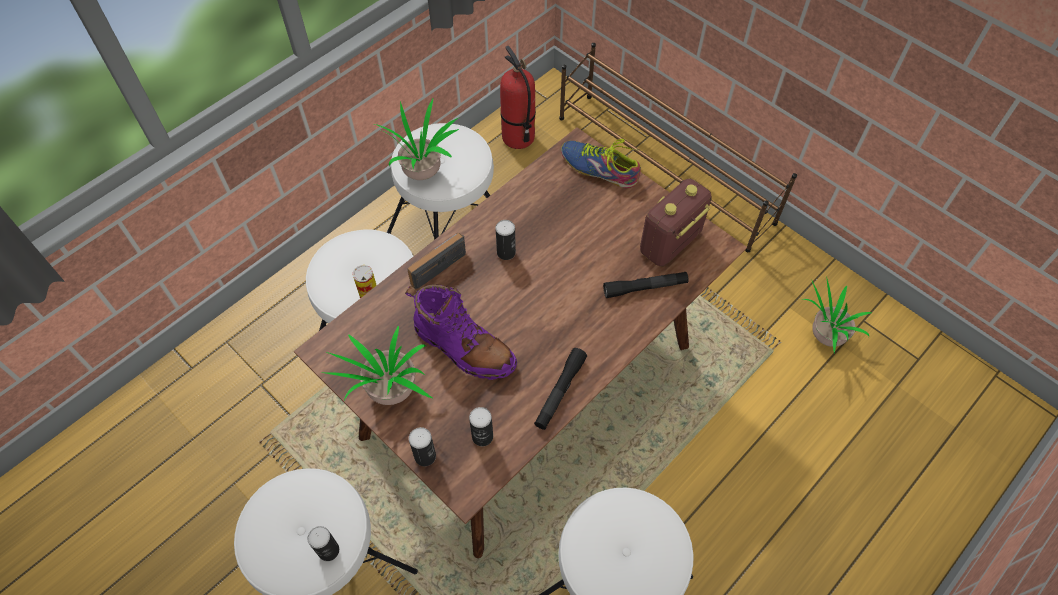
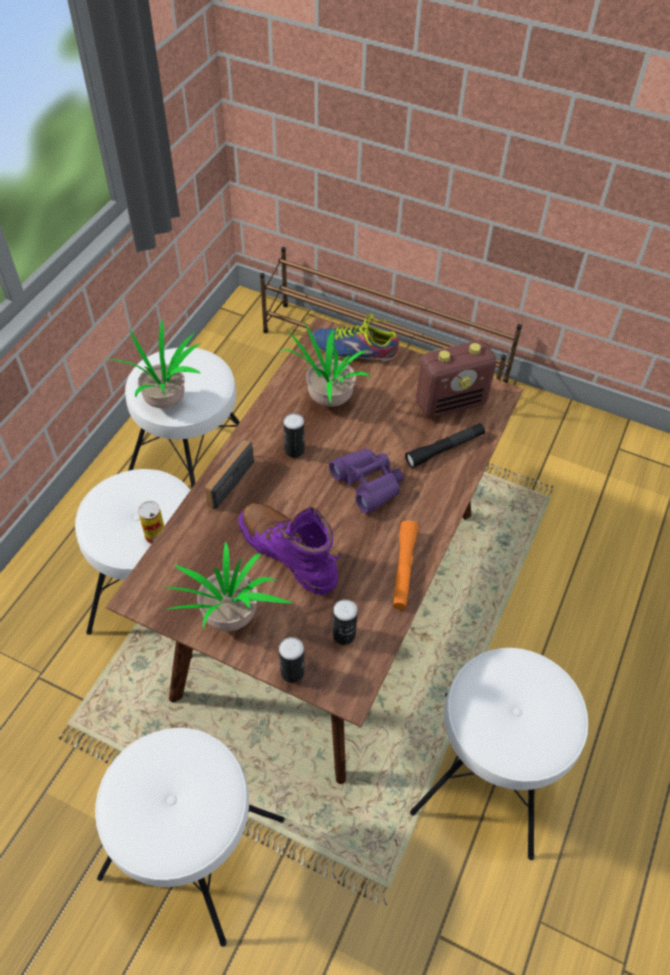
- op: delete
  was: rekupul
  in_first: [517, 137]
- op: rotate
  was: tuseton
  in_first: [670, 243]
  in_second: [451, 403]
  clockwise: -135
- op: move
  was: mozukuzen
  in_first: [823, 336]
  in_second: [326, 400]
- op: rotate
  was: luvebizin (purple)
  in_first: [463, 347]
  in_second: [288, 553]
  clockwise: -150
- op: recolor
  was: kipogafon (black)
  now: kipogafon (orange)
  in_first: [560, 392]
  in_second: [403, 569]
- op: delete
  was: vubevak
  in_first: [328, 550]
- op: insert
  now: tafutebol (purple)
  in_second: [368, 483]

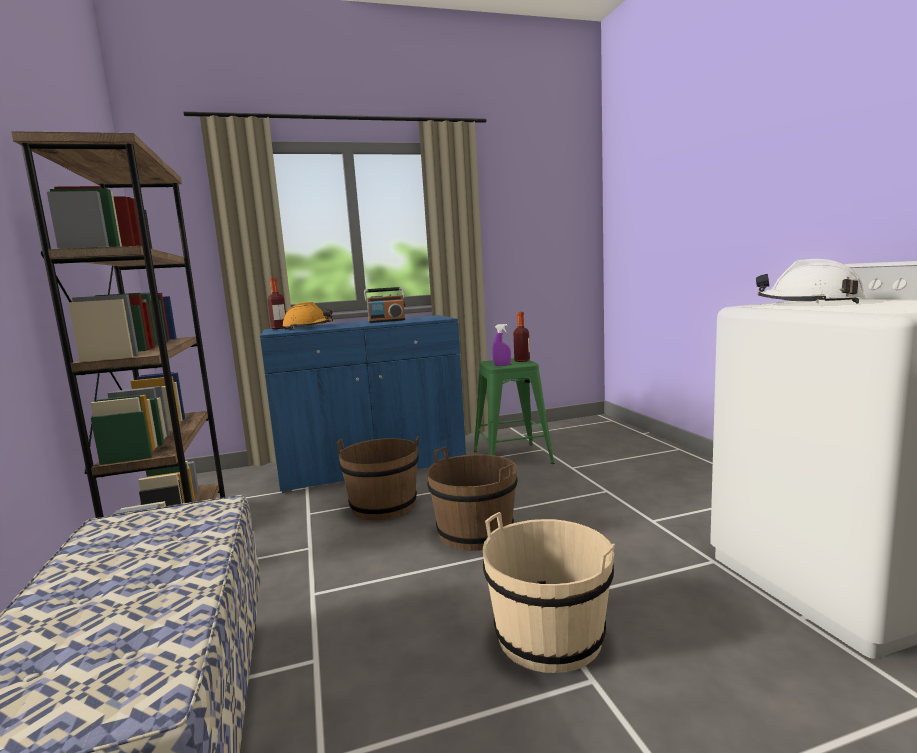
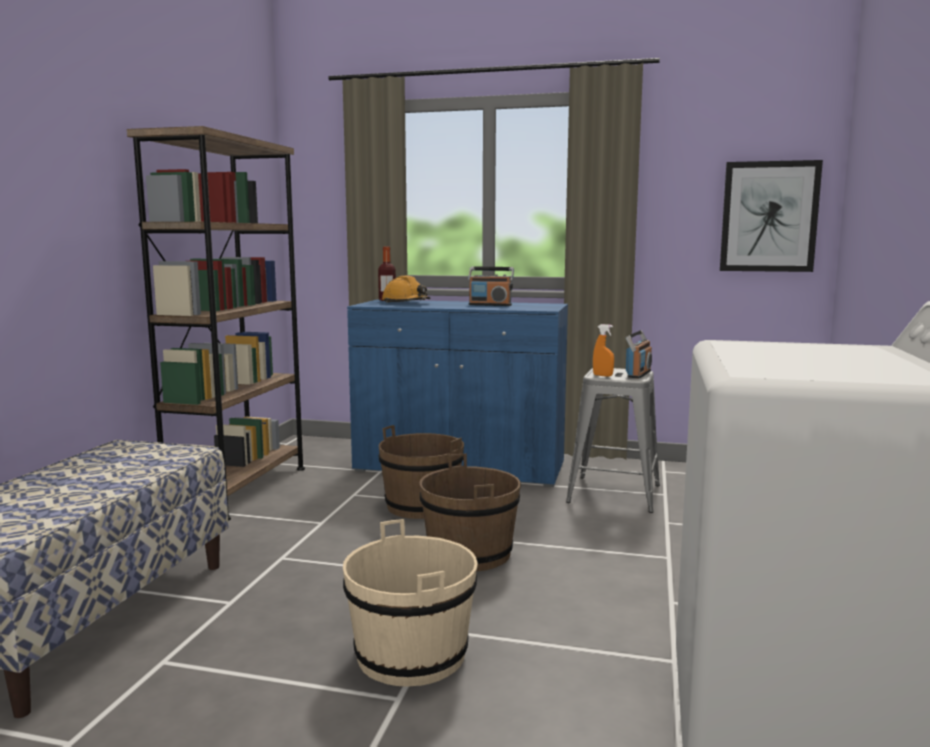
- op: delete
  was: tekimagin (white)
  in_first: [808, 303]
- op: replace
  was: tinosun
  now: tuseton
  in_first: [522, 361]
  in_second: [638, 374]
- op: recolor
  was: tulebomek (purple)
  now: tulebomek (orange)
  in_first: [502, 365]
  in_second: [602, 375]
- op: recolor
  was: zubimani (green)
  now: zubimani (grey)
  in_first: [512, 457]
  in_second: [614, 494]
- op: insert
  now: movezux
  in_second: [769, 217]

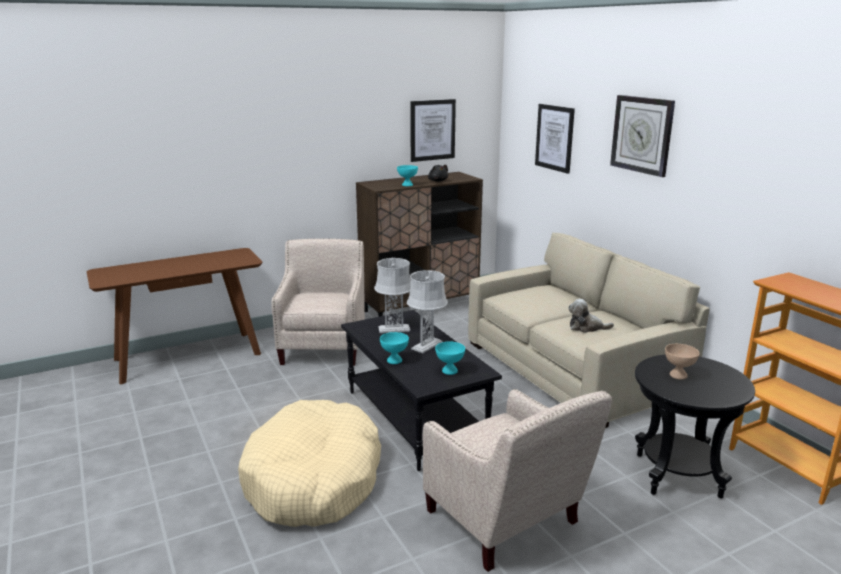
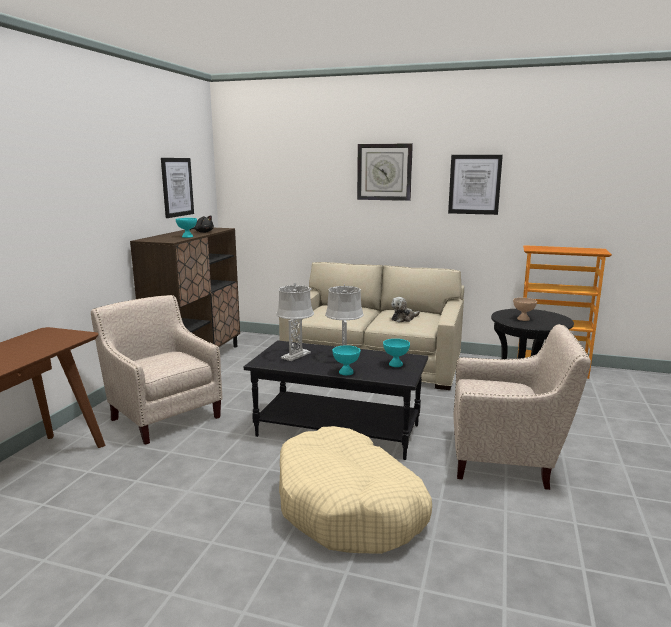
- op: move
  was: movezux
  in_first: [554, 138]
  in_second: [474, 184]

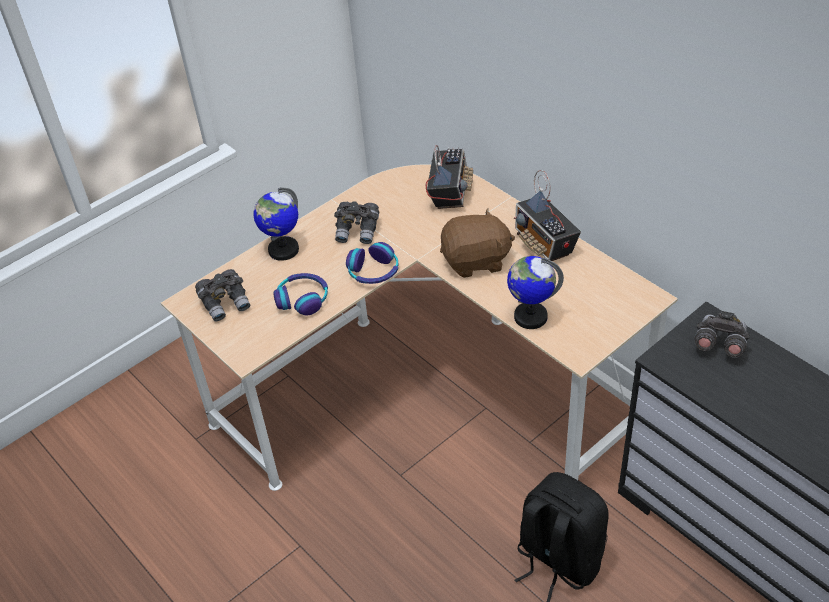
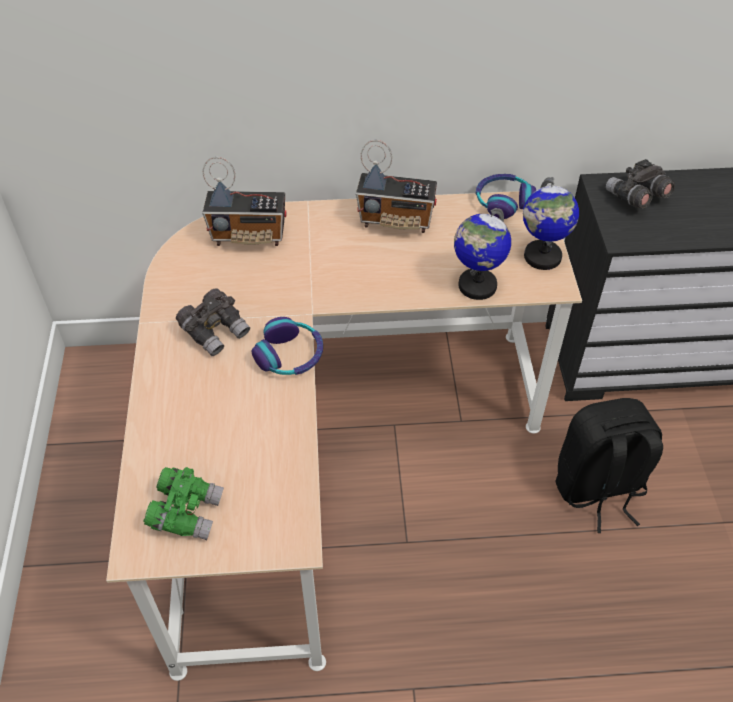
- op: rotate
  was: tuseton
  in_first: [449, 193]
  in_second: [249, 235]
  clockwise: 135
- op: move
  was: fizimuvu
  in_first: [283, 250]
  in_second: [542, 257]
- op: delete
  was: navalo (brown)
  in_first: [476, 261]
- op: recolor
  was: tafutebol (grey)
  now: tafutebol (green)
  in_first: [226, 303]
  in_second: [187, 512]
- op: move
  was: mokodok
  in_first: [303, 299]
  in_second: [503, 201]

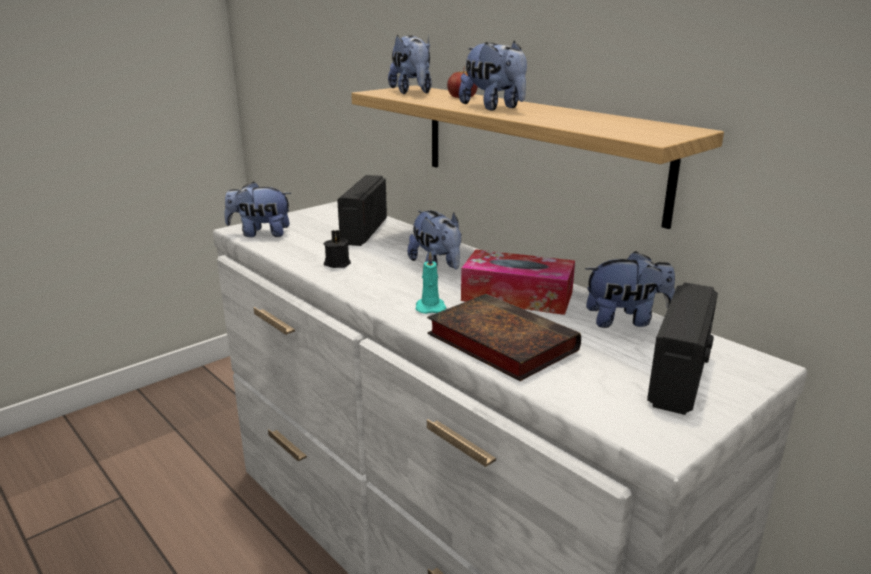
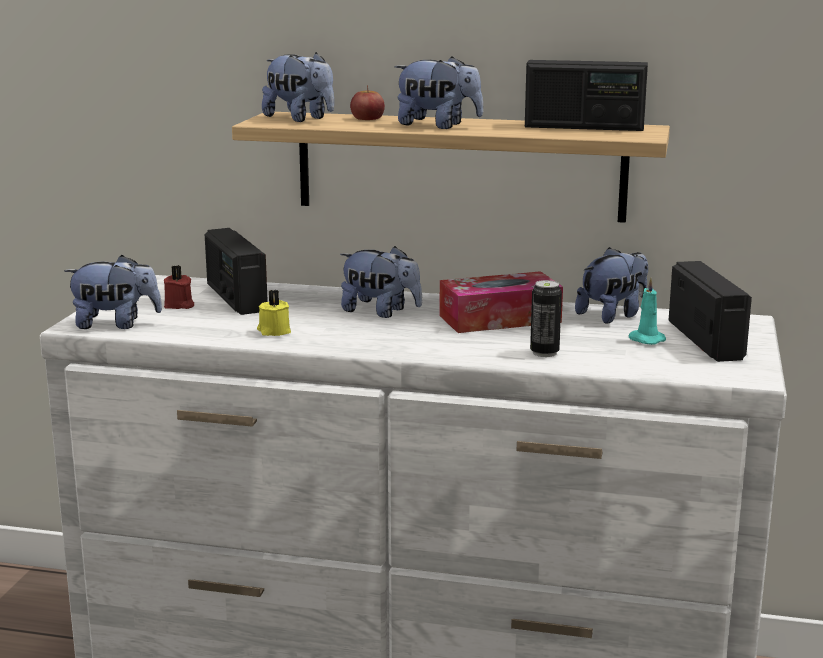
- op: rotate
  was: navalo
  in_first: [260, 233]
  in_second: [116, 324]
  clockwise: -150
- op: recolor
  was: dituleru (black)
  now: dituleru (yellow)
  in_first: [337, 263]
  in_second: [273, 331]
- op: move
  was: dituleru (turquoise)
  in_first: [430, 307]
  in_second: [645, 339]
- op: replace
  was: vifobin
  now: vubevak
  in_first: [497, 342]
  in_second: [544, 353]
- op: insert
  now: tuseton
  in_second: [584, 127]
- op: insert
  now: dituleru (red)
  in_second: [179, 305]

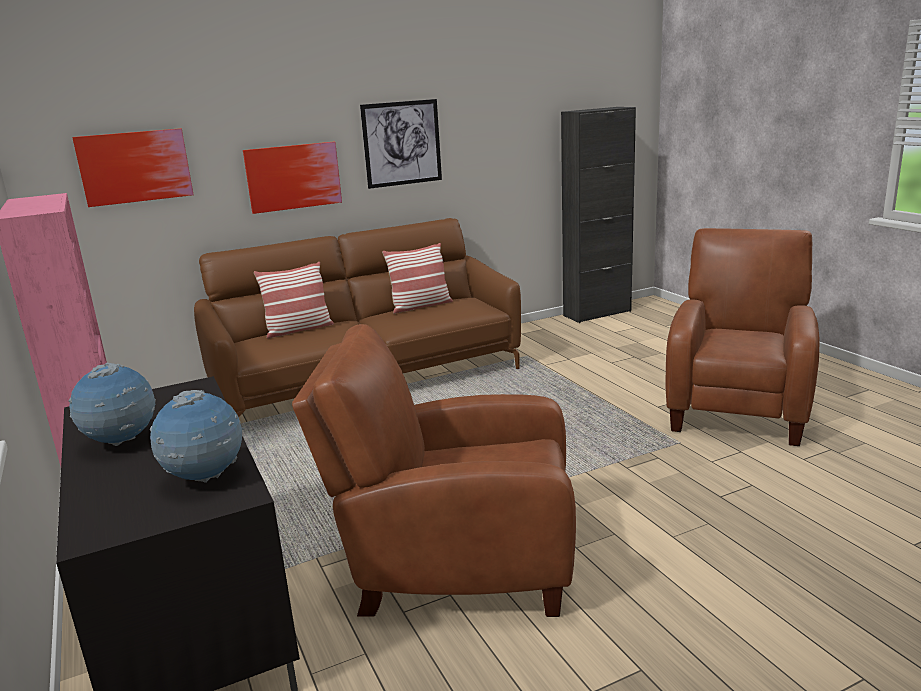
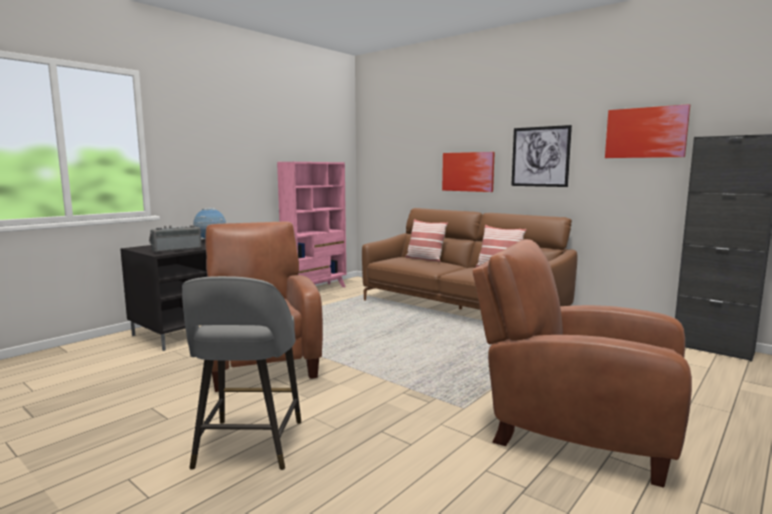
- op: move
  was: movezux
  in_first: [135, 167]
  in_second: [645, 132]
- op: rotate
  was: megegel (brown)
  in_first: [738, 407]
  in_second: [573, 430]
  clockwise: -150
- op: replace
  was: fizimuvu
  now: tuseton
  in_first: [205, 478]
  in_second: [176, 249]
- op: insert
  now: zubimani (grey)
  in_second: [248, 446]

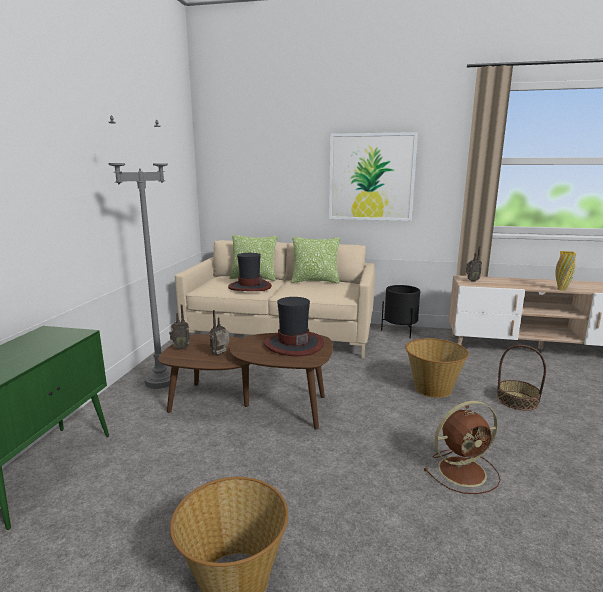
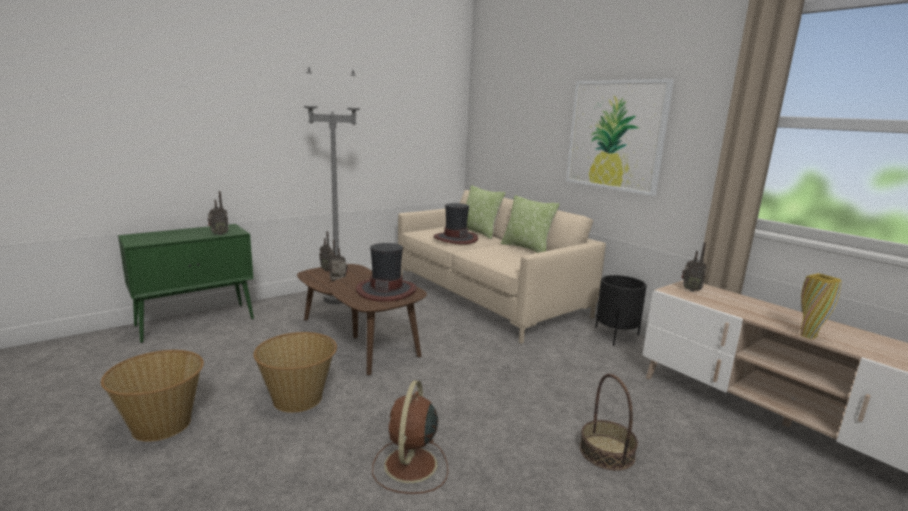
- op: move
  was: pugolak
  in_first: [432, 388]
  in_second: [298, 398]
- op: rotate
  was: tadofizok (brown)
  in_first: [463, 471]
  in_second: [410, 466]
  clockwise: 75
- op: insert
  now: tuseton
  in_second: [218, 234]

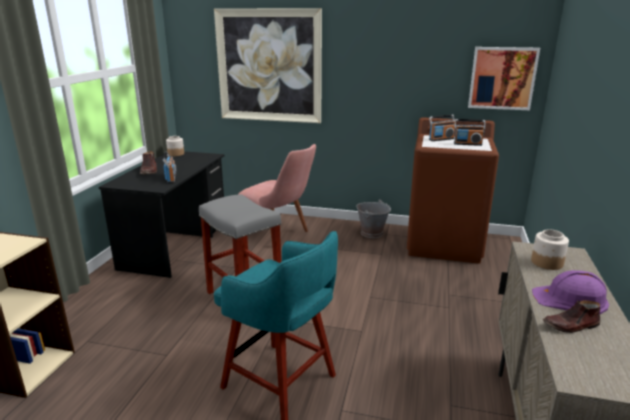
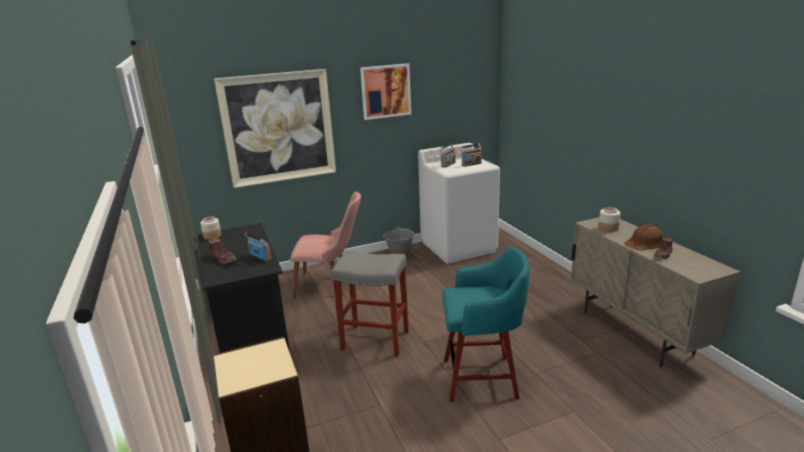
- op: move
  was: movezux
  in_first: [502, 78]
  in_second: [385, 91]
- op: recolor
  was: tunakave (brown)
  now: tunakave (white)
  in_first: [444, 244]
  in_second: [459, 247]
- op: recolor
  was: tekimagin (purple)
  now: tekimagin (brown)
  in_first: [570, 299]
  in_second: [644, 242]

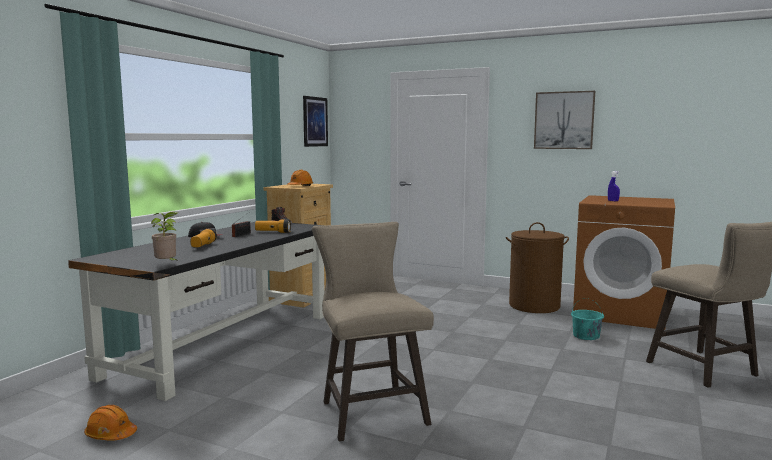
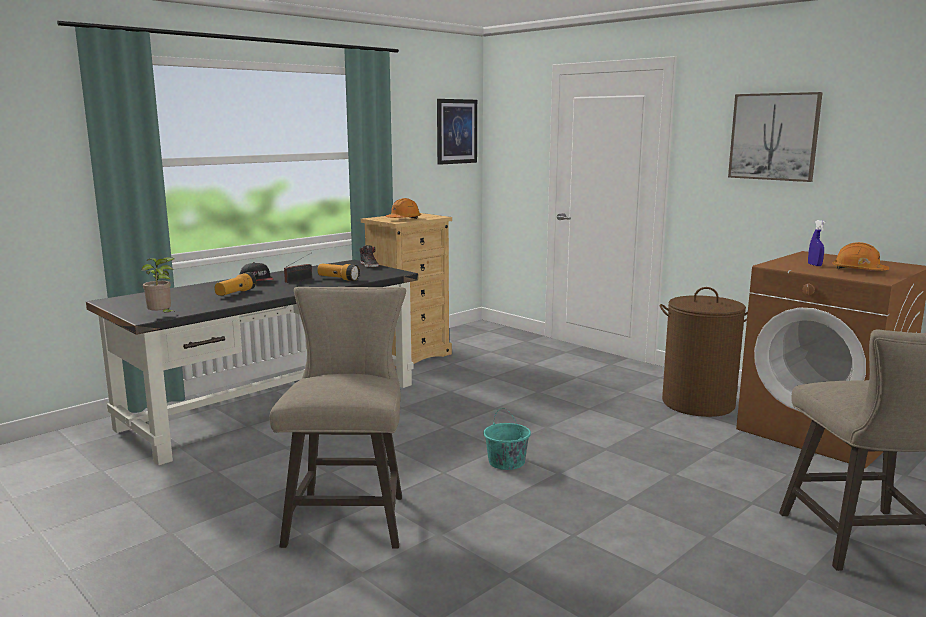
- op: move
  was: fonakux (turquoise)
  in_first: [586, 336]
  in_second: [506, 462]
- op: move
  was: tekimagin (orange)
  in_first: [110, 434]
  in_second: [858, 271]

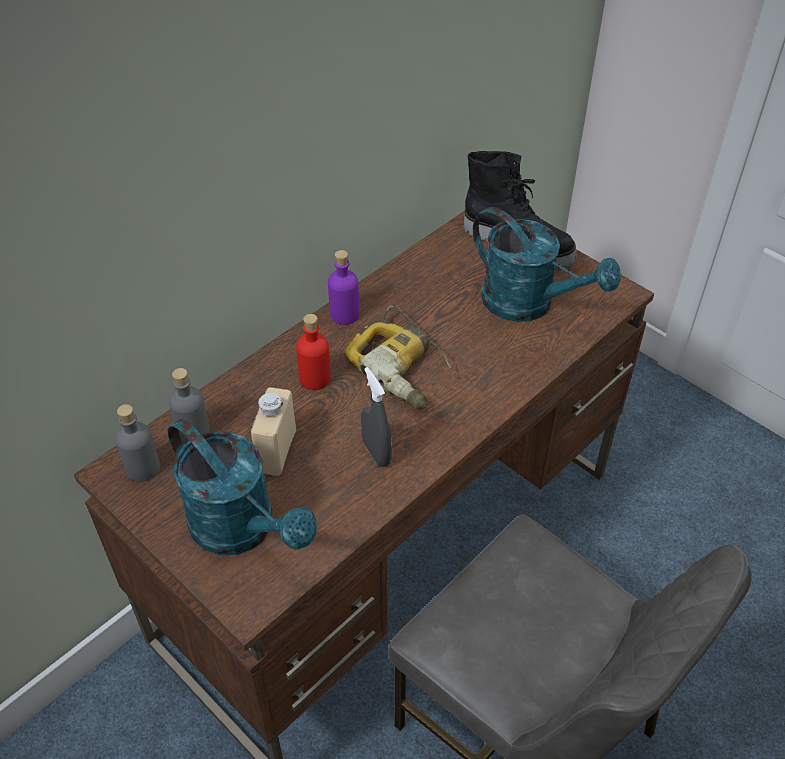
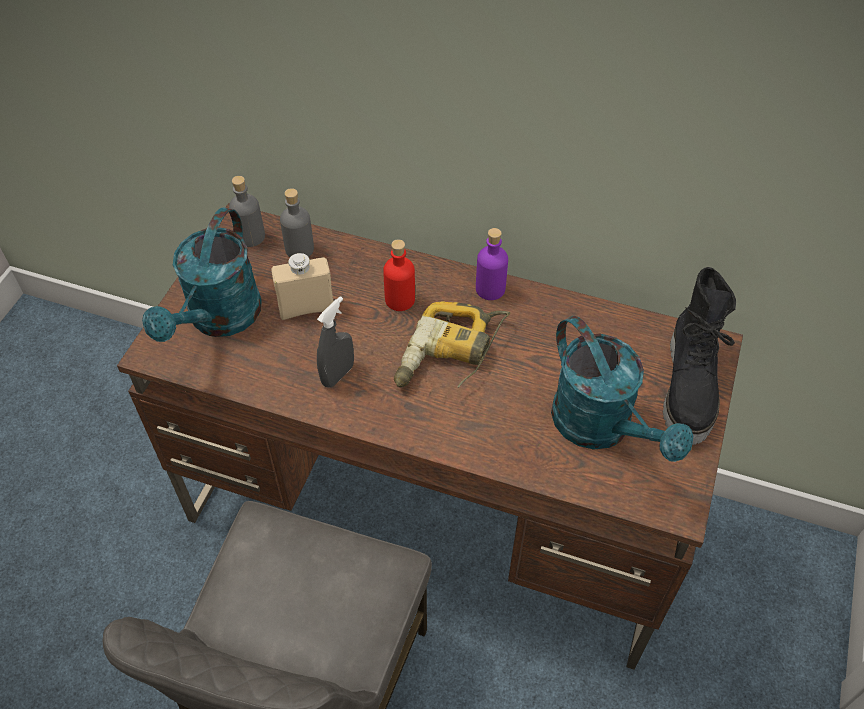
- op: rotate
  was: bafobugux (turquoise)
  in_first: [529, 304]
  in_second: [601, 428]
  clockwise: -45

